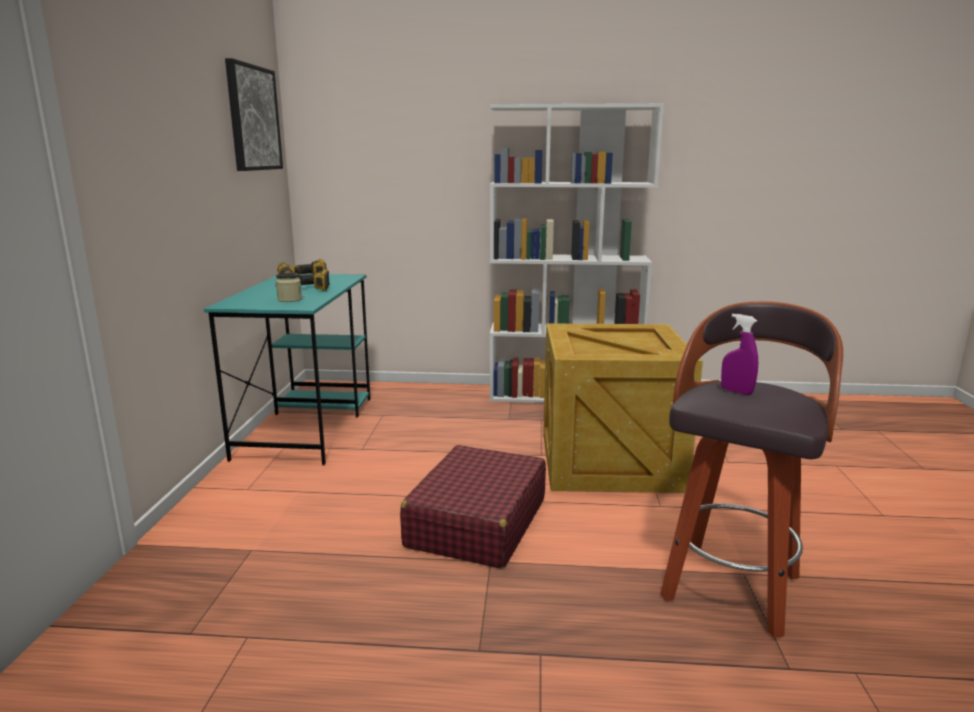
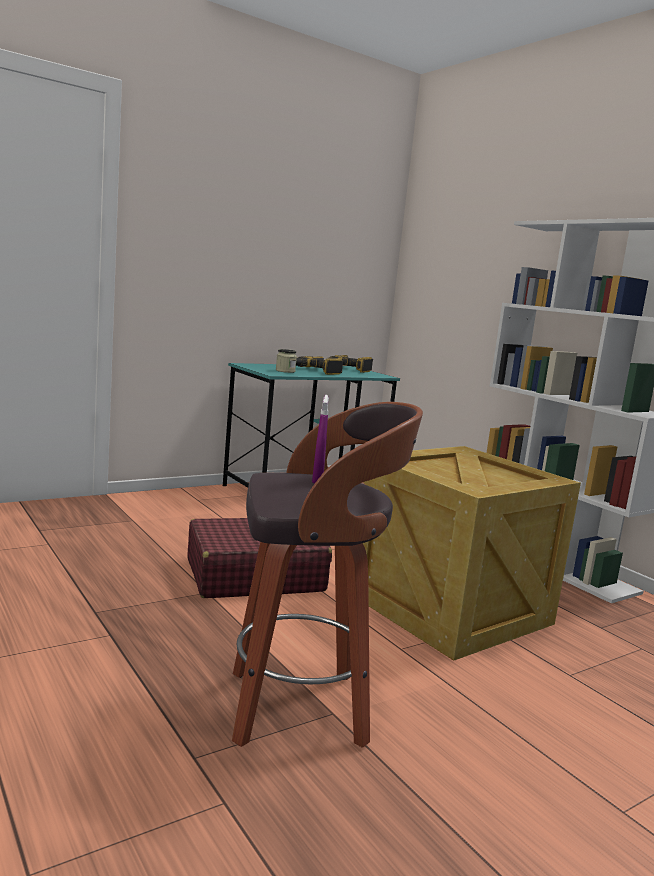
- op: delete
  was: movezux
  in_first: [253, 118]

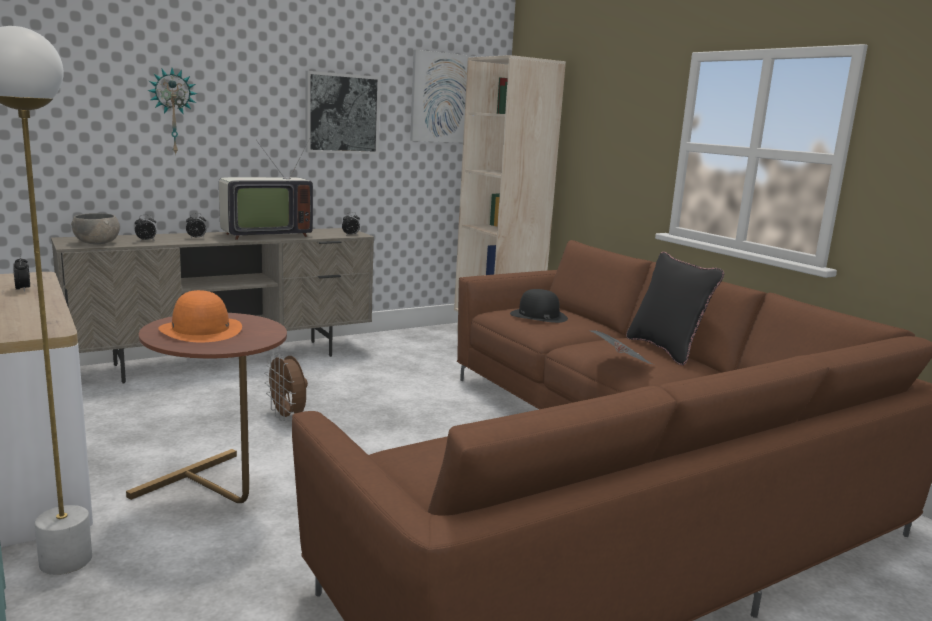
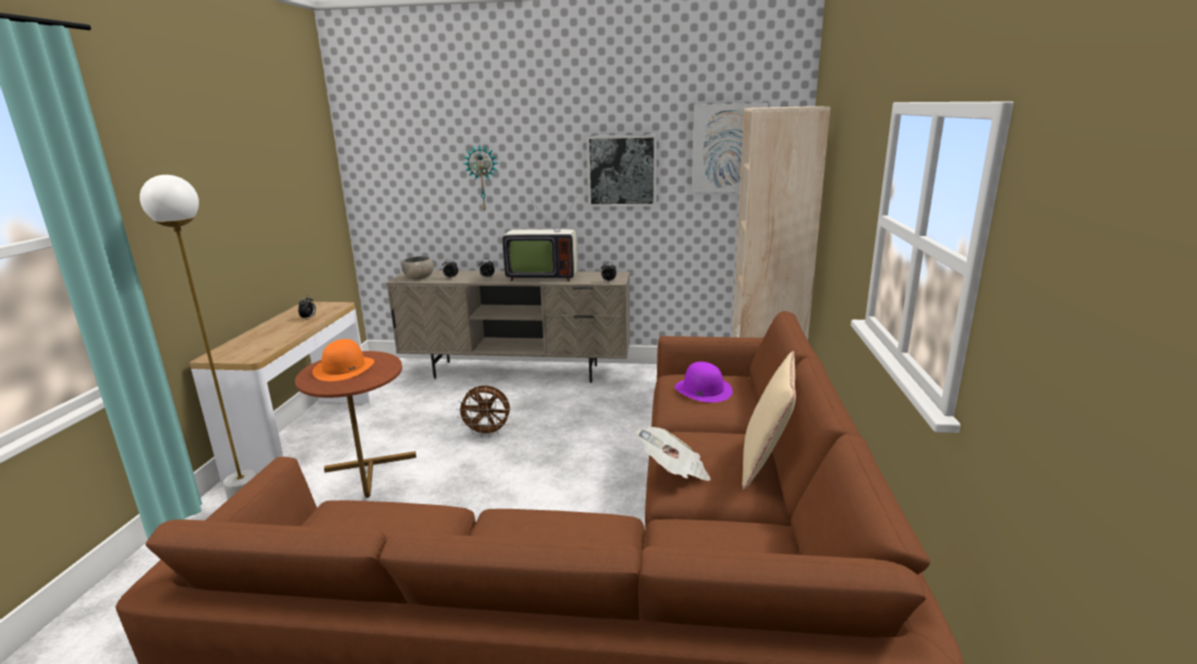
- op: recolor
  was: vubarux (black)
  now: vubarux (beige)
  in_first: [666, 350]
  in_second: [765, 464]
- op: recolor
  was: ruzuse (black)
  now: ruzuse (purple)
  in_first: [538, 316]
  in_second: [703, 389]
- op: rotate
  was: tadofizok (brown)
  in_first: [287, 417]
  in_second: [487, 433]
  clockwise: -90

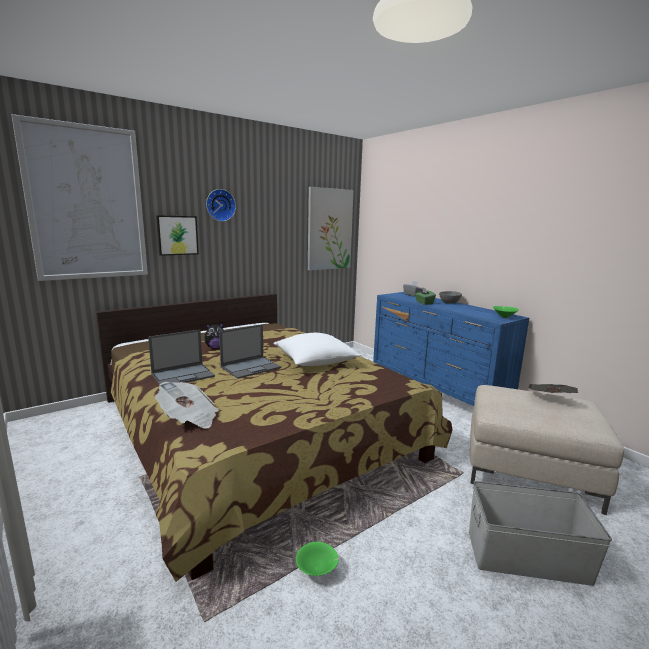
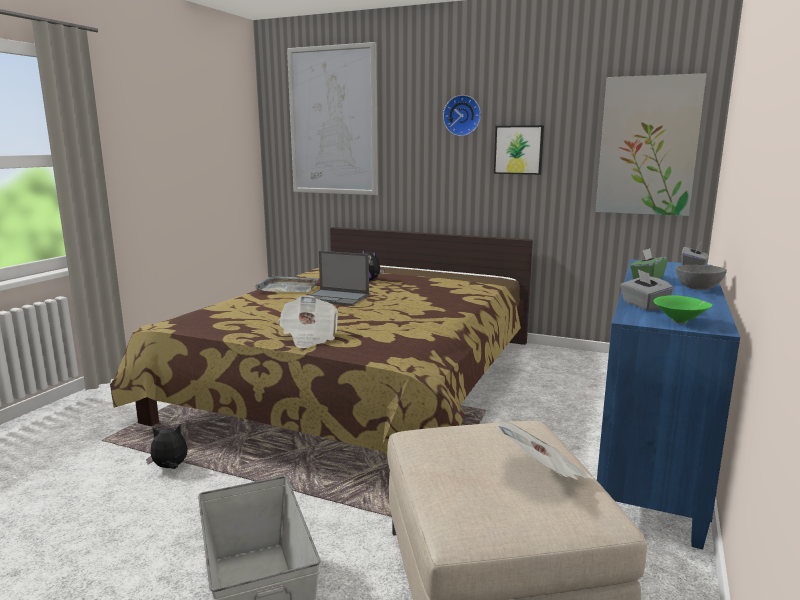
- op: move
  was: movezux
  in_first: [177, 235]
  in_second: [518, 150]
- op: replace
  was: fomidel
  now: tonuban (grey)
  in_first: [183, 375]
  in_second: [287, 287]
- op: delete
  was: vubarux (white)
  in_first: [315, 361]
- op: move
  was: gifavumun
  in_first: [189, 418]
  in_second: [309, 338]
- op: replace
  was: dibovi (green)
  now: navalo
  in_first: [317, 570]
  in_second: [170, 467]
- op: insert
  now: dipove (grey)
  in_second: [643, 305]

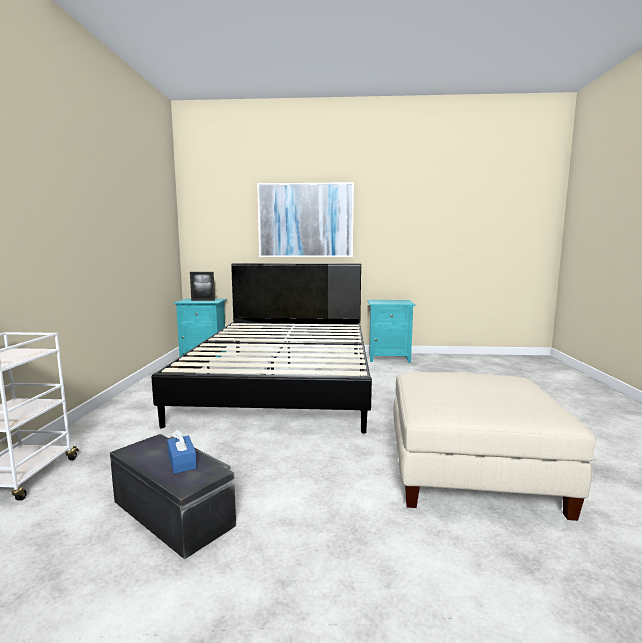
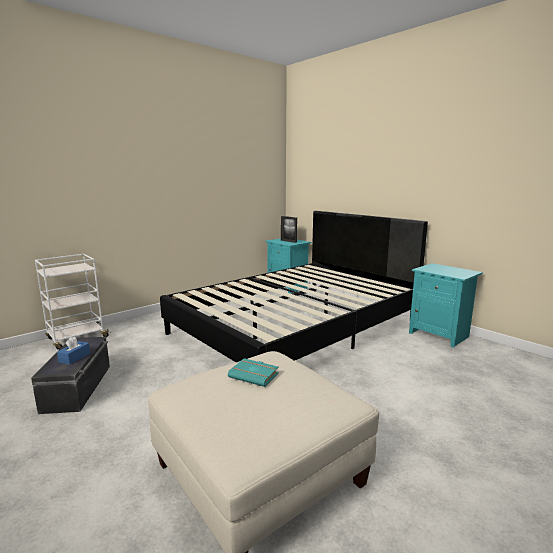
- op: delete
  was: movezux
  in_first: [306, 220]
- op: insert
  now: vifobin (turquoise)
  in_second: [255, 375]

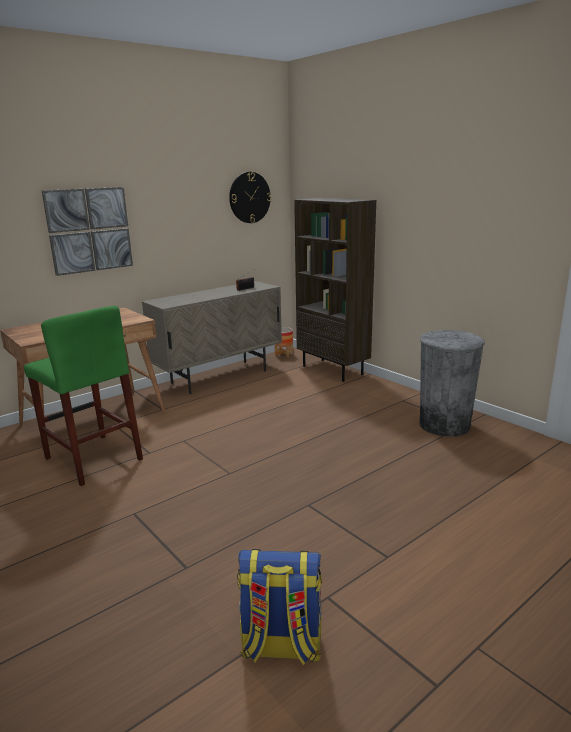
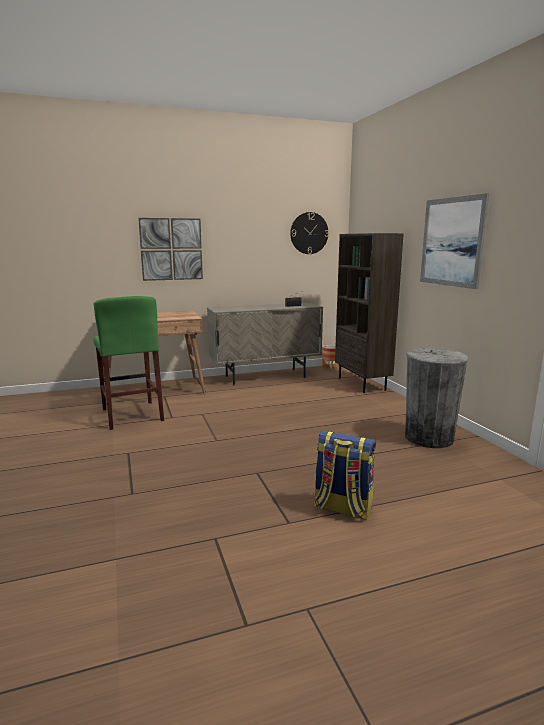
- op: move
  was: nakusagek
  in_first: [281, 646]
  in_second: [342, 508]
- op: insert
  now: movezux
  in_second: [451, 242]

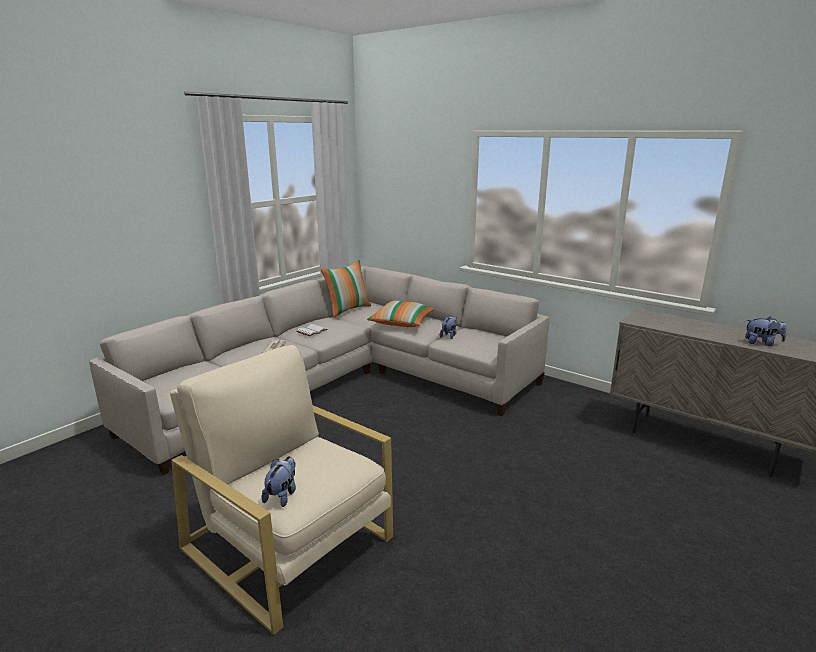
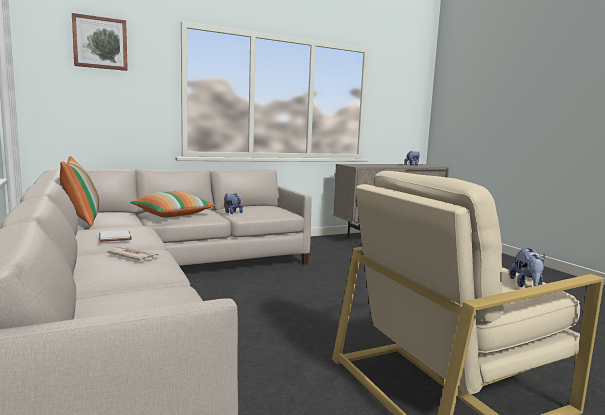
- op: rotate
  was: navalo
  in_first: [282, 495]
  in_second: [527, 285]
  clockwise: -120
- op: insert
  now: movezux
  in_second: [100, 43]

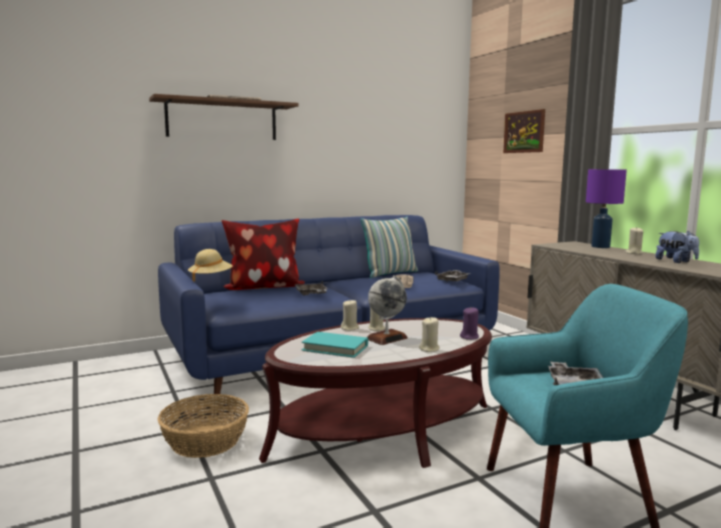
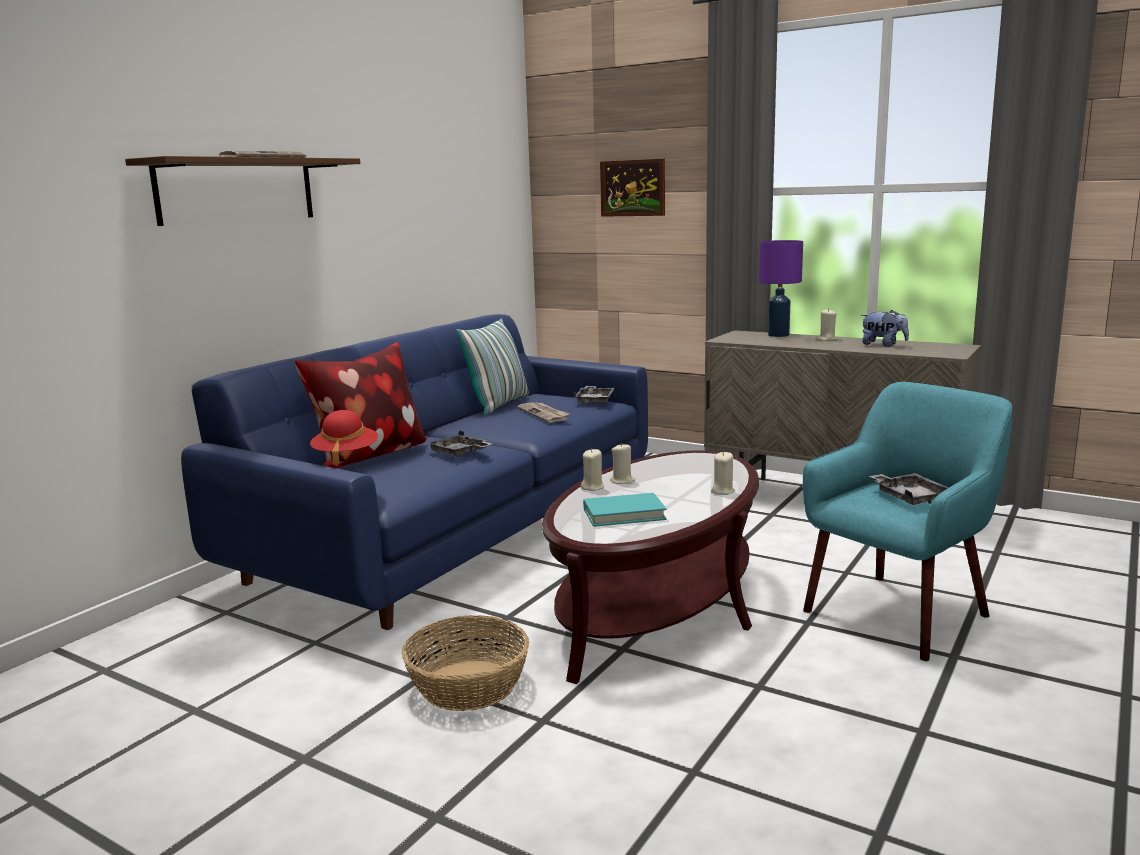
- op: recolor
  was: ruzuse (beige)
  now: ruzuse (red)
  in_first: [210, 278]
  in_second: [345, 455]
- op: delete
  was: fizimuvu
  in_first: [387, 338]
- op: delete
  was: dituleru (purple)
  in_first: [469, 337]

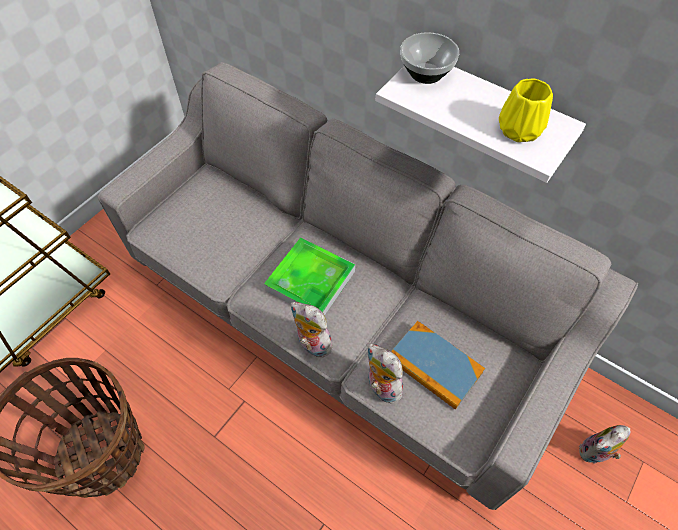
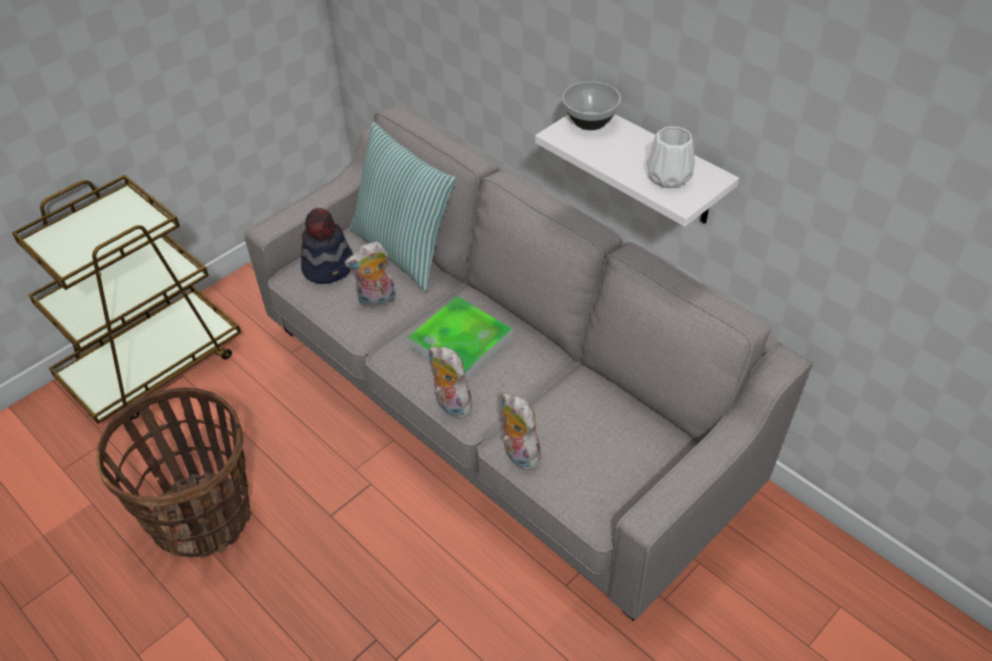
- op: recolor
  was: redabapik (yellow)
  now: redabapik (white)
  in_first: [518, 129]
  in_second: [667, 177]
- op: delete
  was: vifobin
  in_first: [434, 366]
- op: move
  was: navalo
  in_first: [594, 453]
  in_second: [376, 300]
- op: insert
  now: vubarux
  in_second: [404, 250]
- op: insert
  now: ruzuse
  in_second: [329, 266]

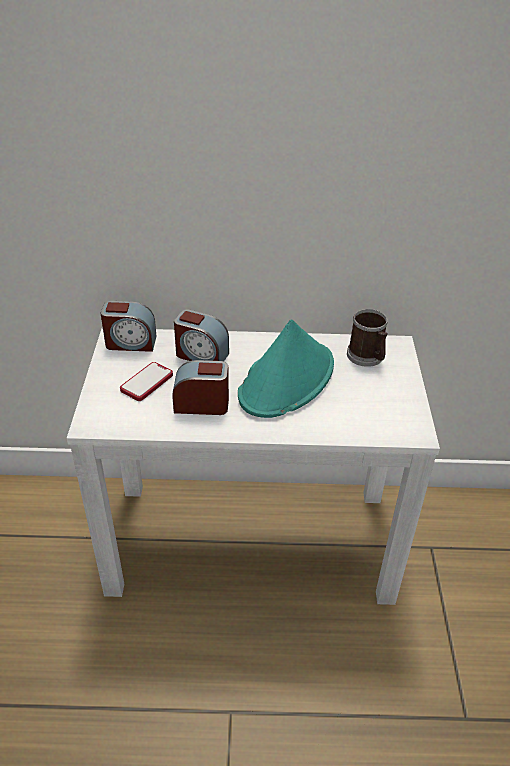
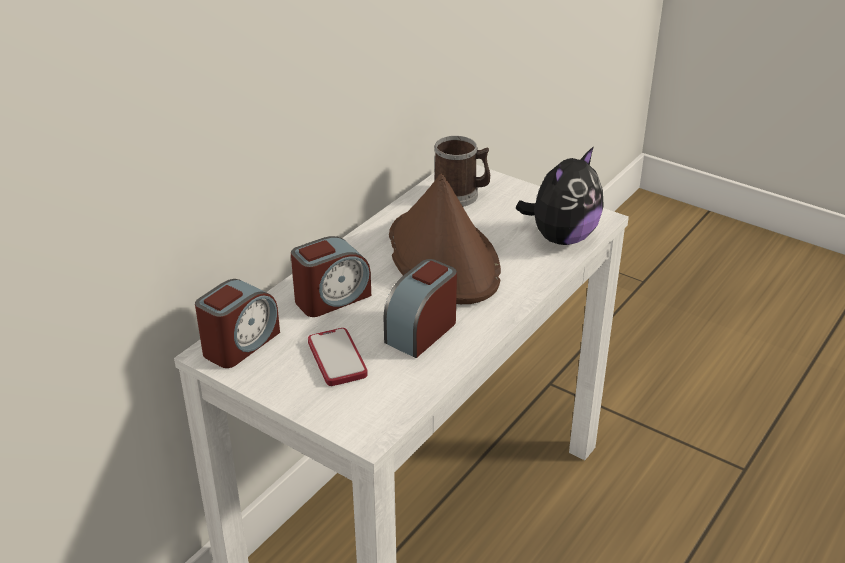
- op: recolor
  was: ruzuse (turquoise)
  now: ruzuse (brown)
  in_first: [287, 380]
  in_second: [442, 258]
- op: insert
  now: navalo
  in_second: [561, 237]

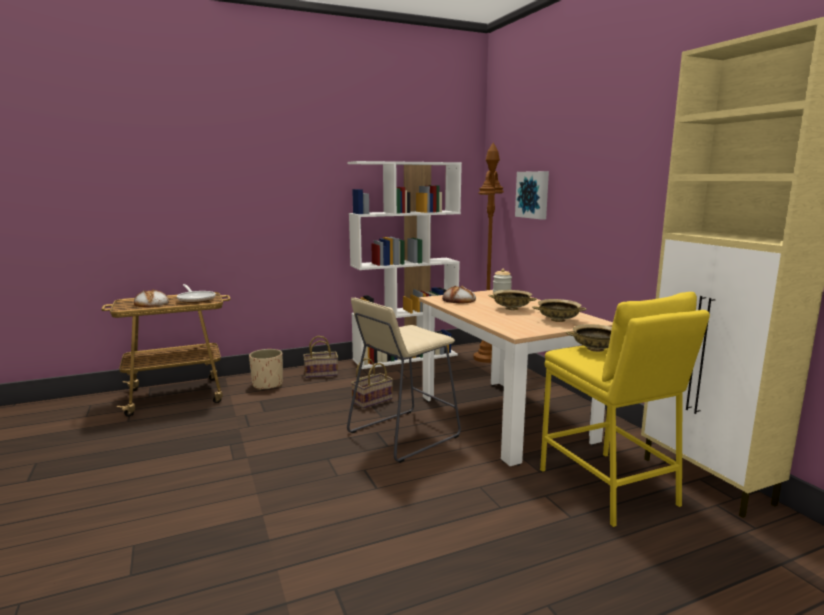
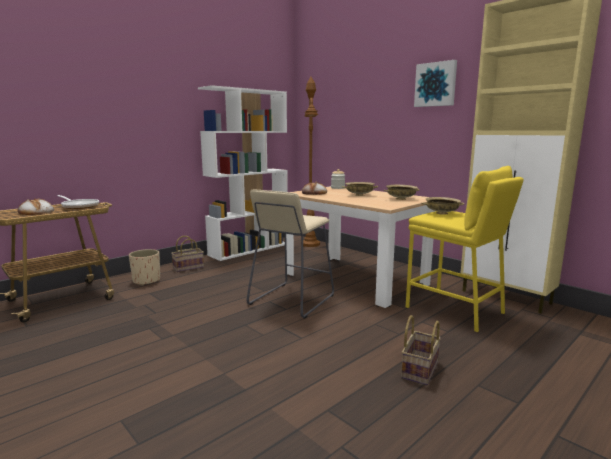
- op: move
  was: movezux
  in_first: [533, 194]
  in_second: [436, 84]
- op: move
  was: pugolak
  in_first: [372, 400]
  in_second: [419, 369]

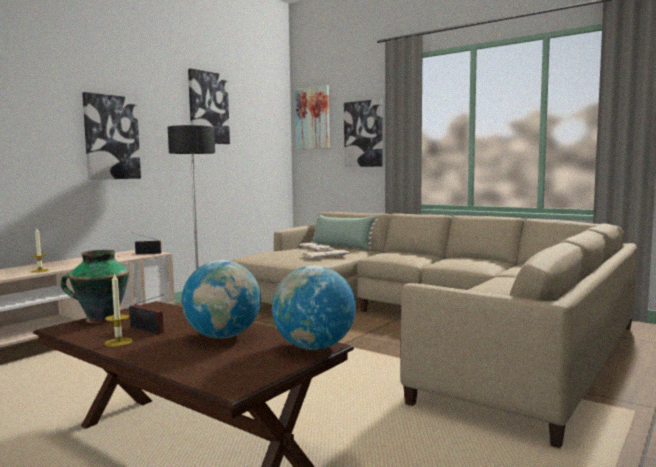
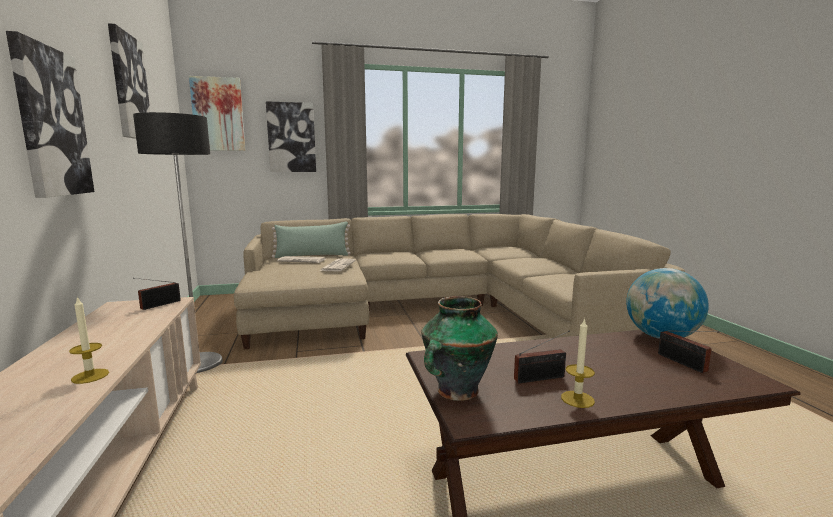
- op: delete
  was: fizimuvu
  in_first: [223, 336]
- op: insert
  now: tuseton
  in_second: [684, 363]

